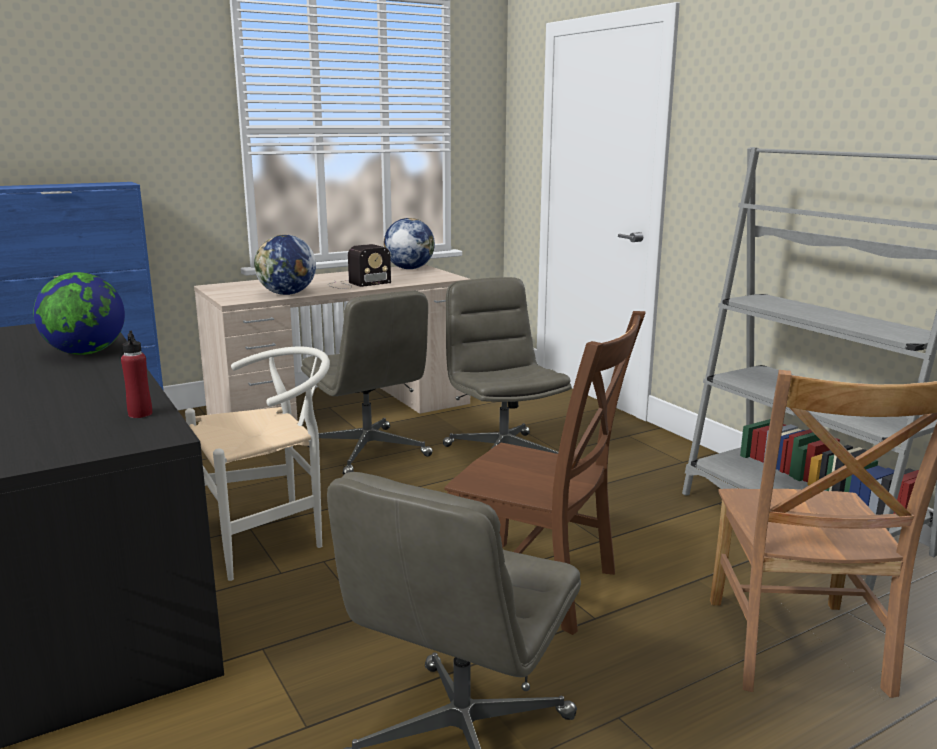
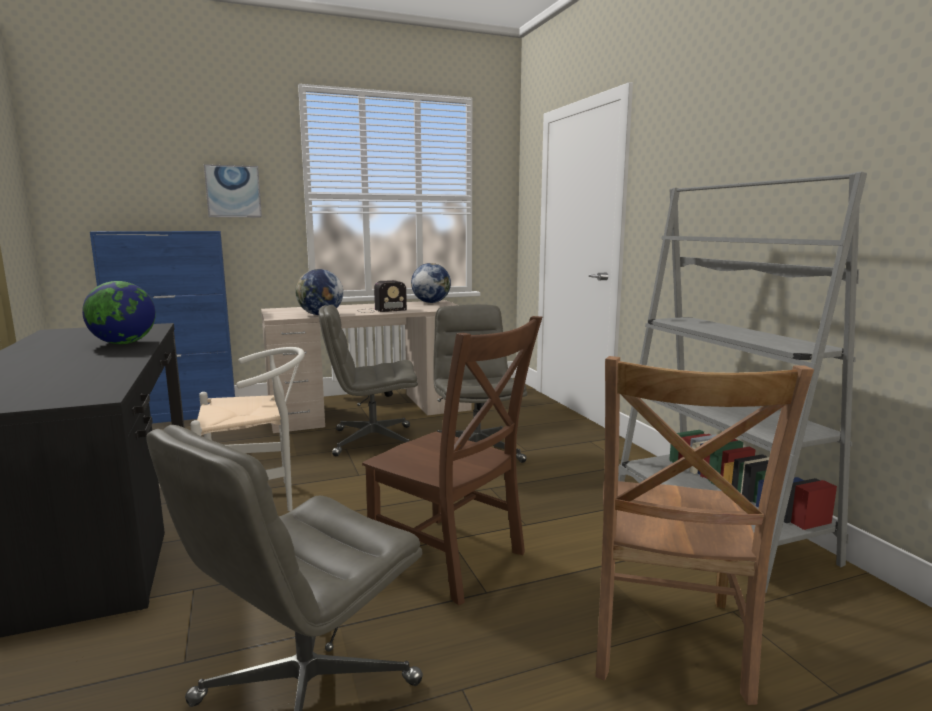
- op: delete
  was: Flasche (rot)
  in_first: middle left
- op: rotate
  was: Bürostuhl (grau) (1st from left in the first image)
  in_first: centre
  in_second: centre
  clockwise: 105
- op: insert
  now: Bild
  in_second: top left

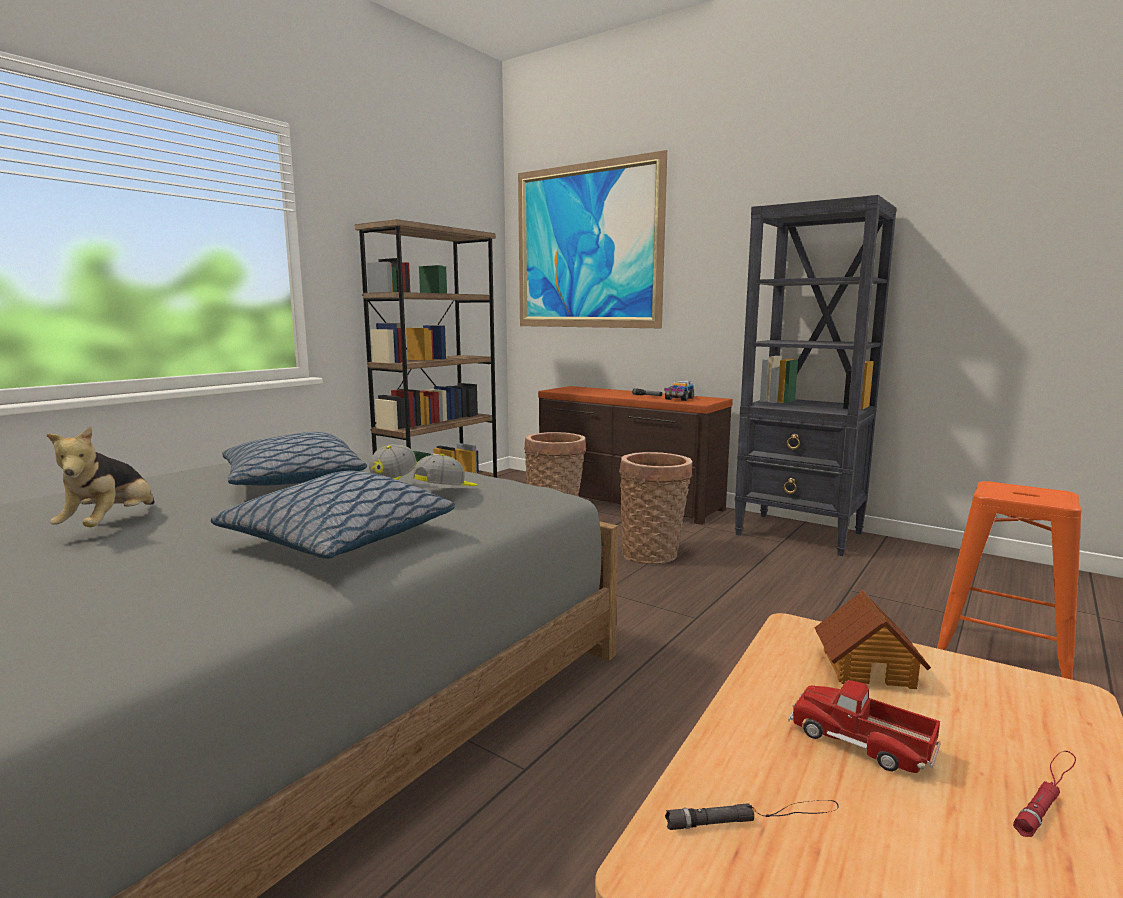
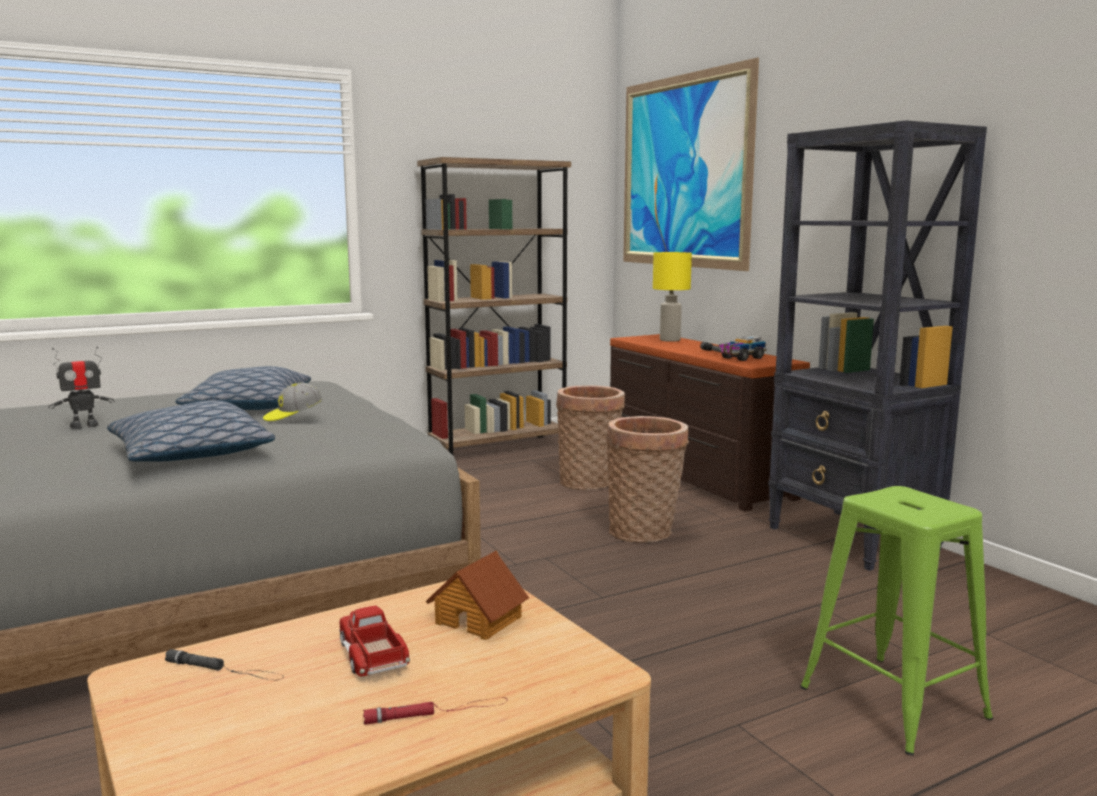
- op: replace
  was: Plüschtier
  now: Spielzeugroboter
  in_first: middle left
  in_second: middle left
- op: delete
  was: Kappe (2nd from left)
  in_first: centre
- op: recolor
  was: Hocker (orange)
  now: Hocker (grün)
  in_first: middle right
  in_second: bottom right
- op: insert
  now: Tischlampe (gelb)
  in_second: centre

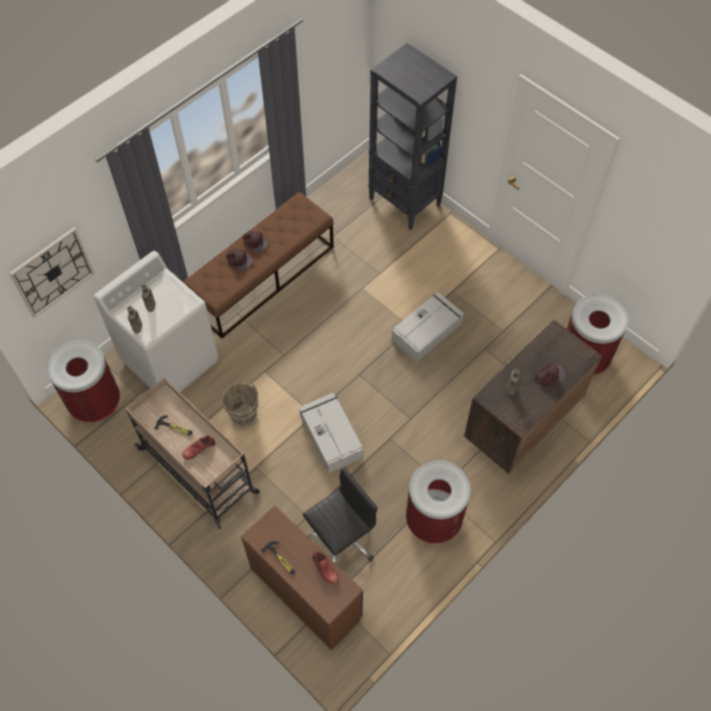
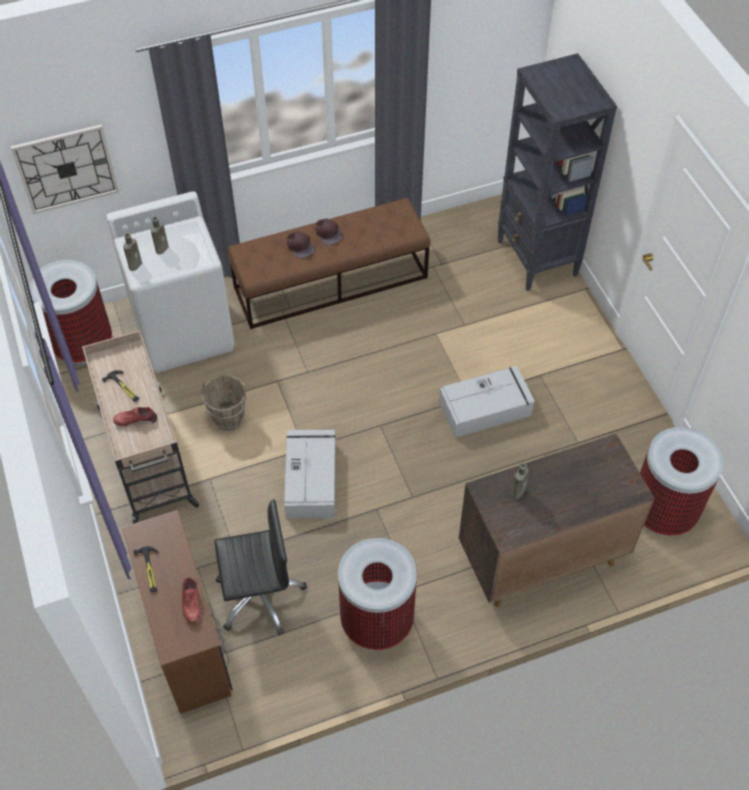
- op: delete
  was: Kappe (braun) (3rd from left)
  in_first: middle right

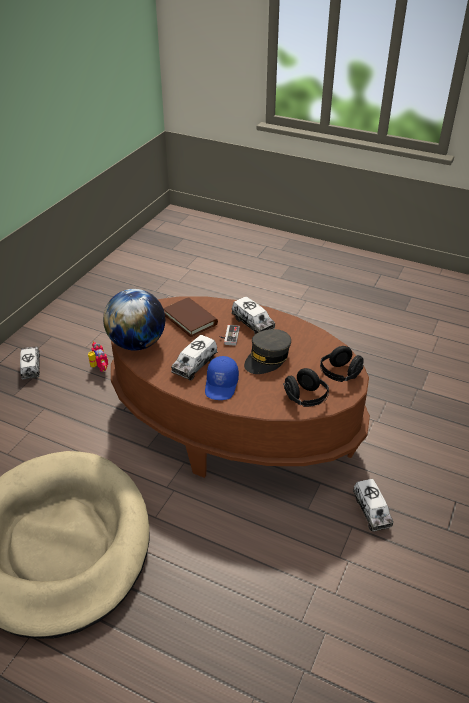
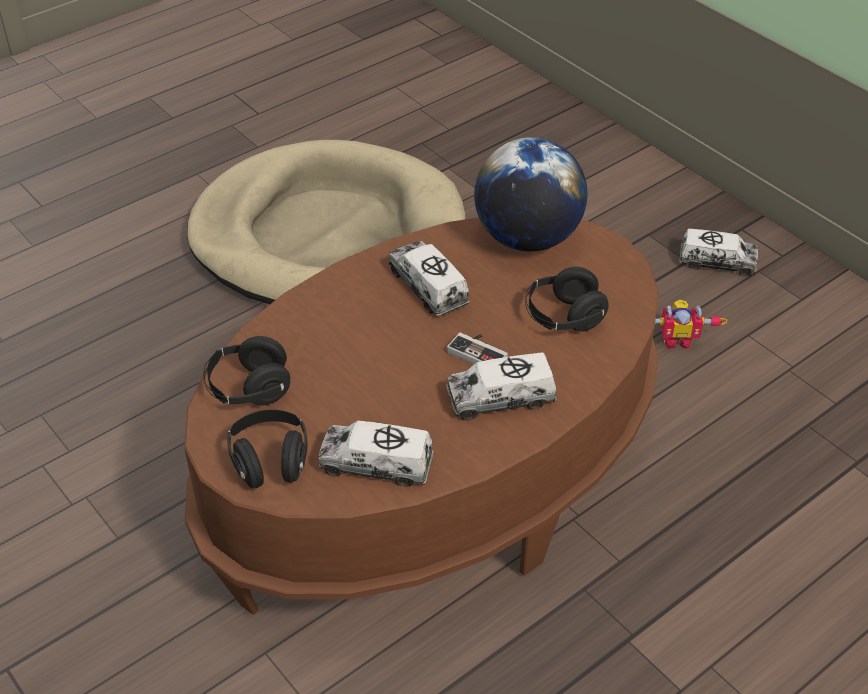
- op: replace
  was: Buch (braun)
  now: Kopfhörer (schwarz) (3rd from left)
  in_first: centre
  in_second: centre
- op: delete
  was: Kappe (blau)
  in_first: centre
- op: delete
  was: Kappe (grau)
  in_first: centre
- op: move
  was: Spielzeuglaster (4th from left in the first image)
  now: Spielzeuglaster (1st from left)
  in_first: bottom right
  in_second: centre

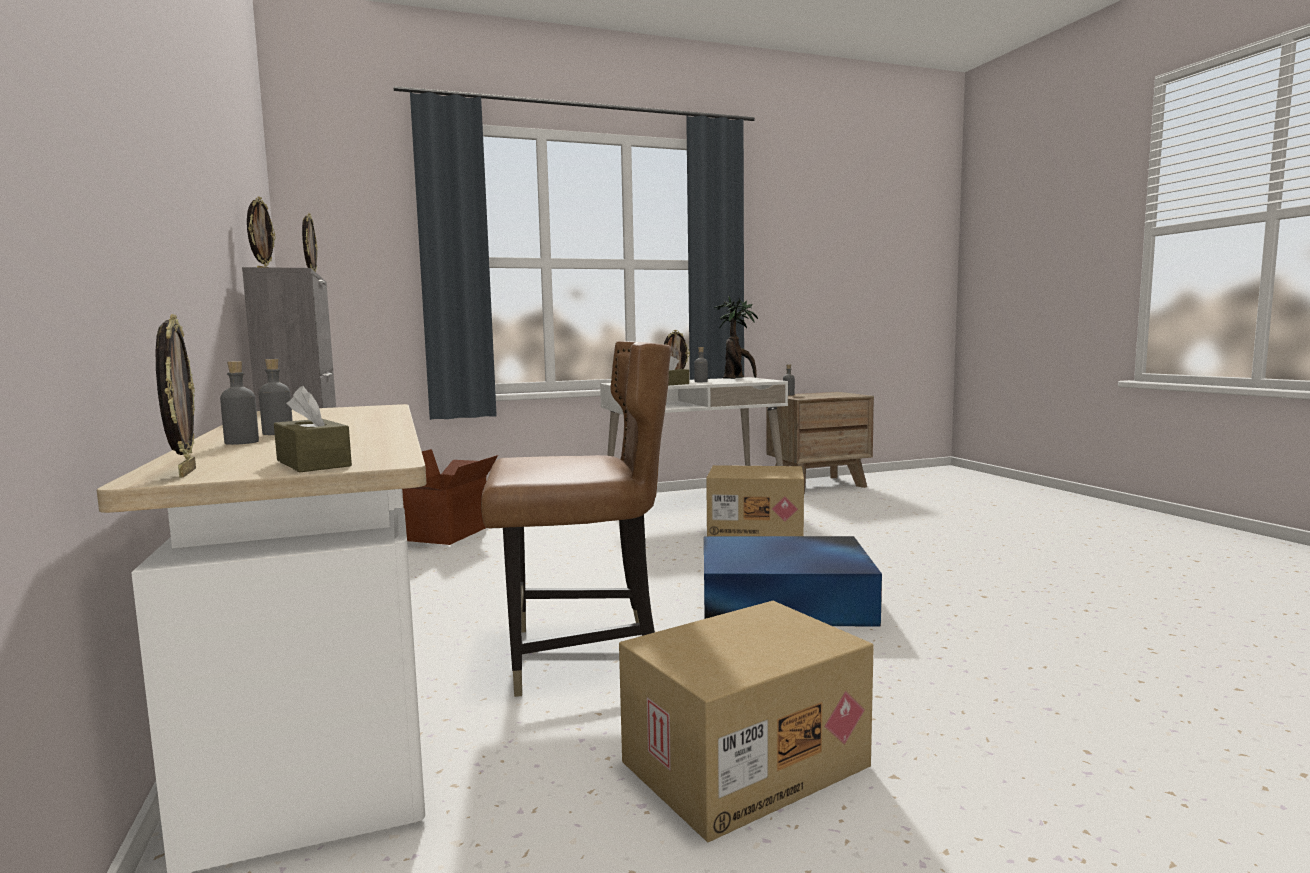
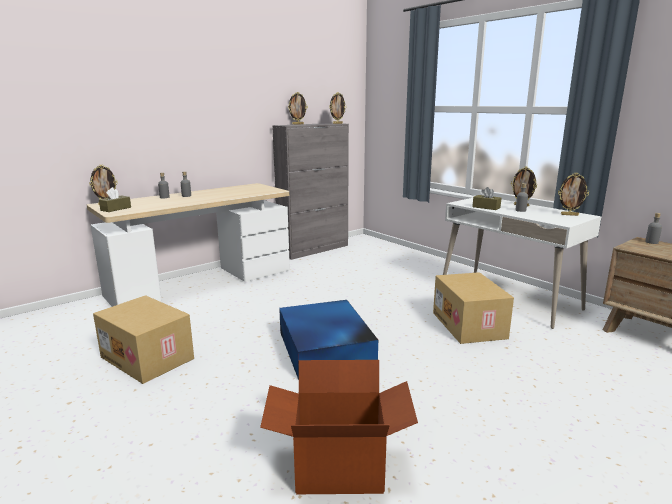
- op: move
  was: Karton (1st from left in the first image)
  now: Karton (2nd from left)
  in_first: centre
  in_second: bottom centre
- op: delete
  was: Stuhl (braun)
  in_first: centre
- op: replace
  was: Topfpflanze
  now: Bilderrahmen (5th from left)
  in_first: centre
  in_second: middle right

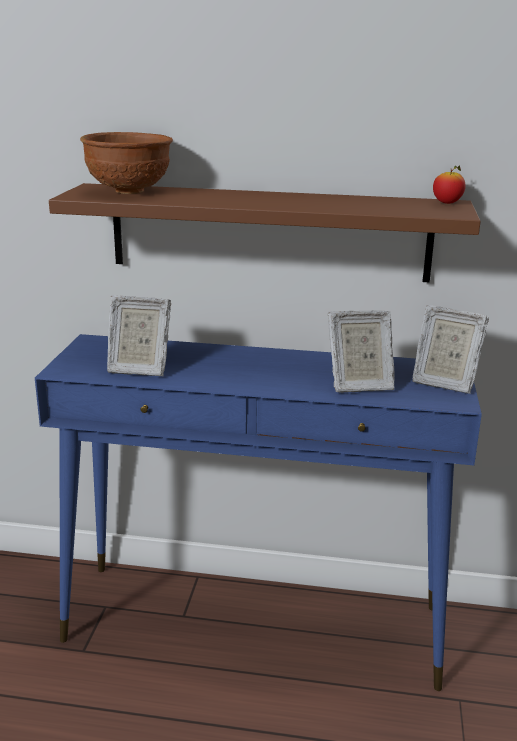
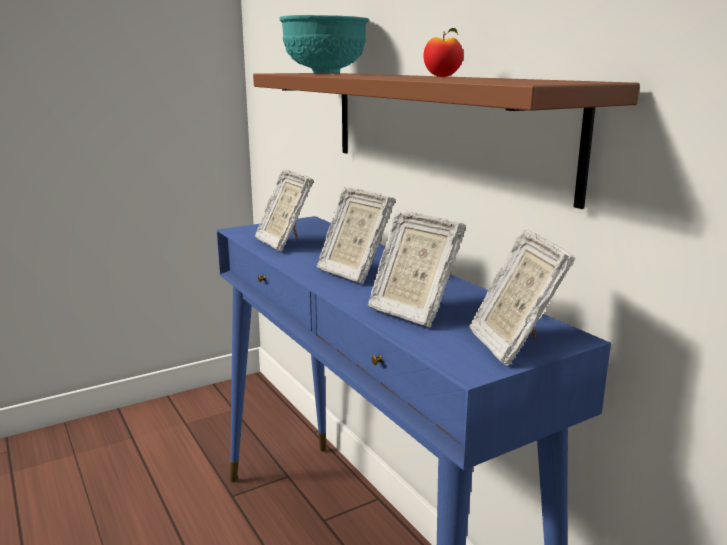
- op: recolor
  was: Schüssel (braun)
  now: Schüssel (türkis)
  in_first: top left
  in_second: top centre
- op: move
  was: Apfel
  in_first: top right
  in_second: top centre
- op: insert
  now: Bilderrahmen (2nd from left)
  in_second: centre

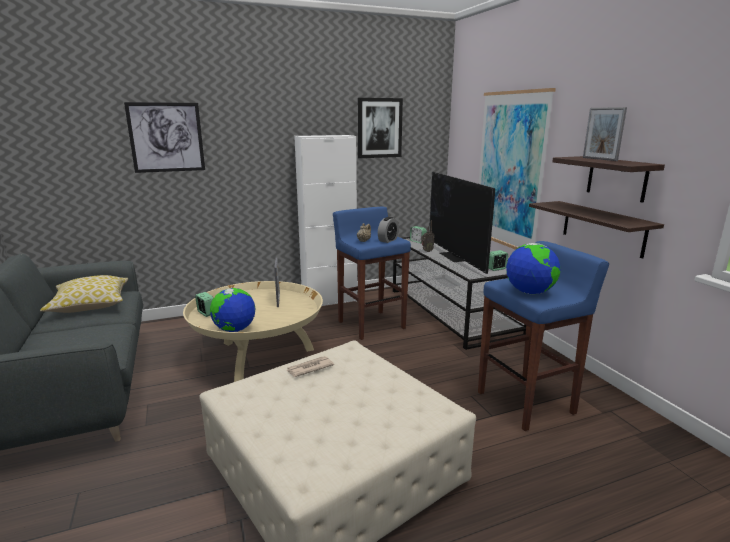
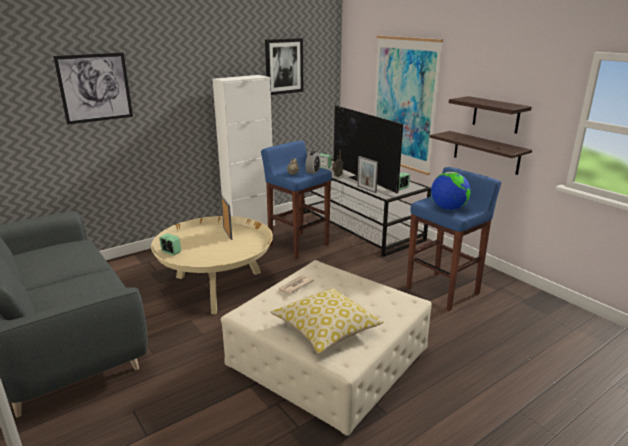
- op: move
  was: Kissen
  in_first: middle left
  in_second: bottom centre
- op: delete
  was: Globus (1st from left)
  in_first: middle left
- op: move
  was: Bilderrahmen (2nd from left)
  in_first: top right
  in_second: centre

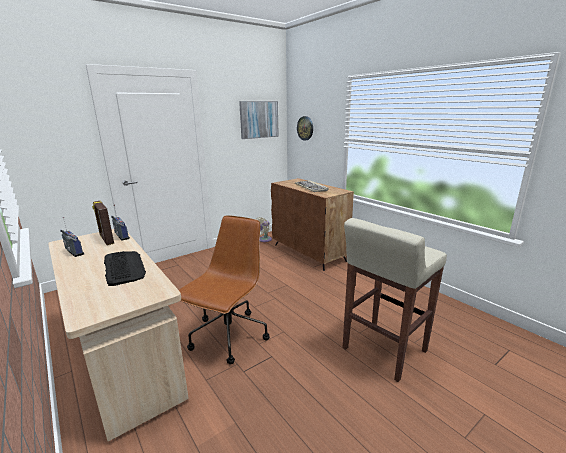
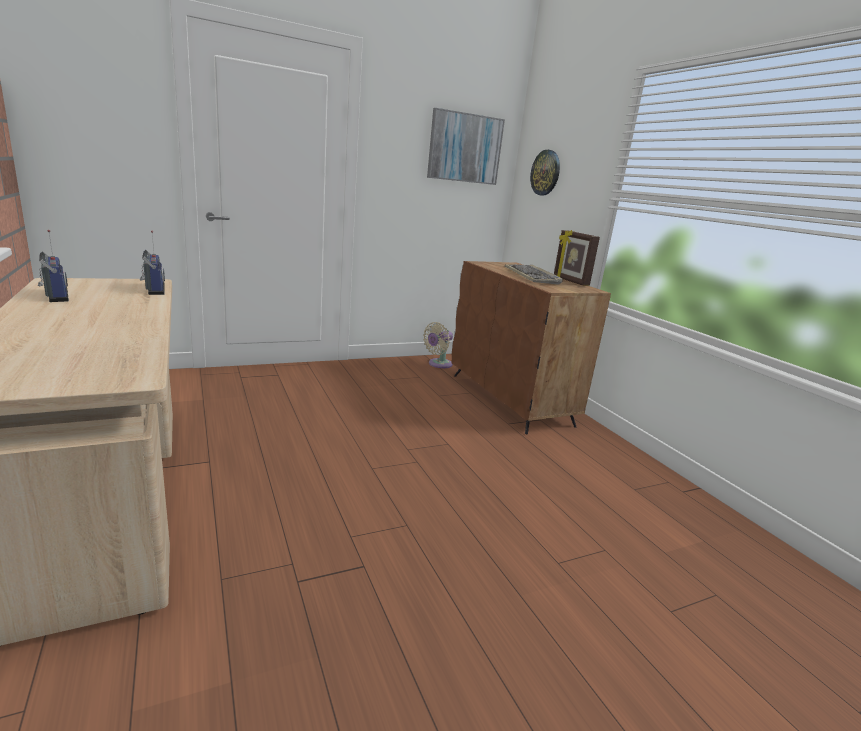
- op: move
  was: Bilderrahmen
  in_first: middle left
  in_second: middle right
- op: delete
  was: Tastatur (1st from left)
  in_first: middle left
- op: delete
  was: Bürostuhl (braun)
  in_first: centre
- op: delete
  was: Hocker (beige)
  in_first: middle right

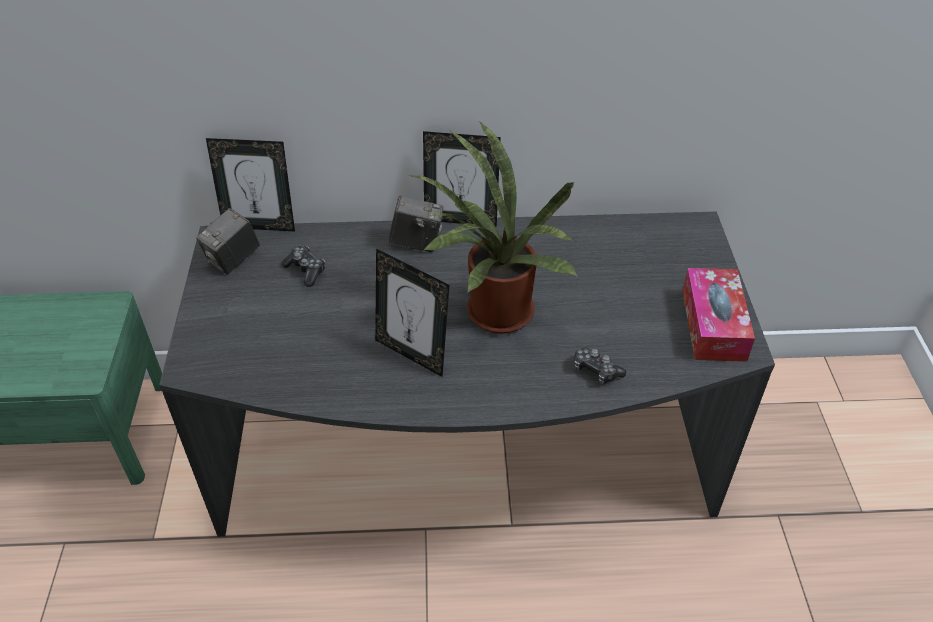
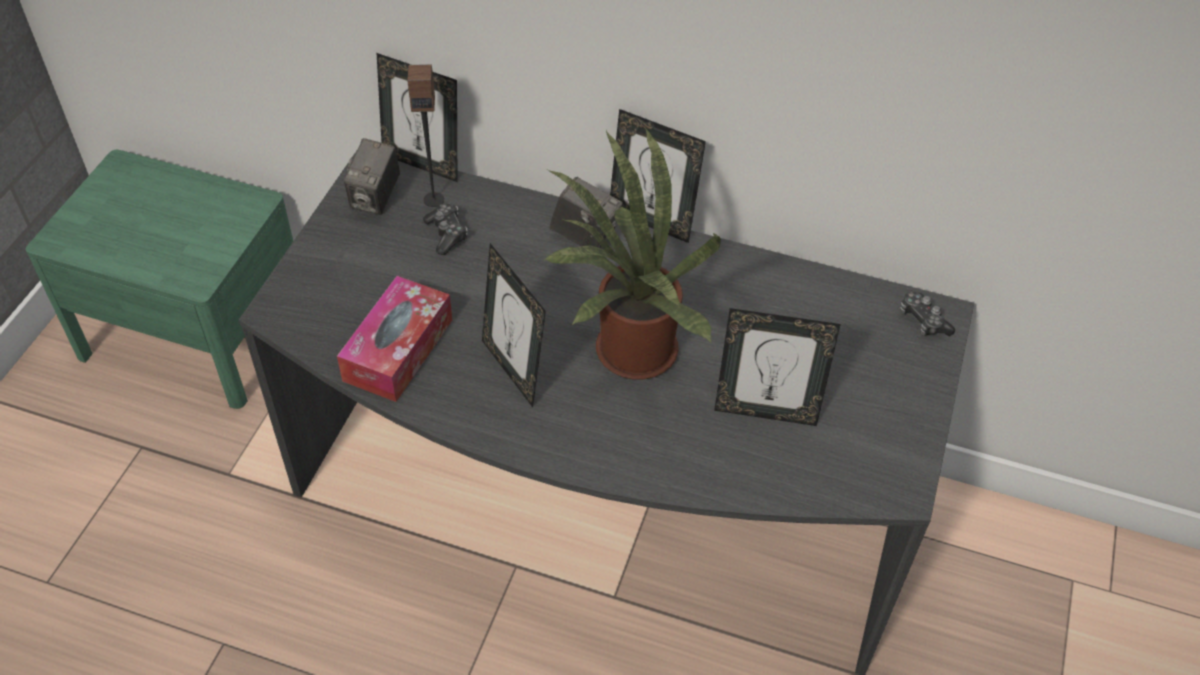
- op: rotate
  was: Kamera (1st from left)
  in_first: middle left
  in_second: top left
  clockwise: -45
- op: move
  was: Gamepad (2nd from left)
  in_first: centre
  in_second: middle right
- op: move
  was: Taschentuchbox
  in_first: middle right
  in_second: middle left
- op: insert
  now: Lautsprecher
  in_second: top centre
- op: insert
  now: Bilderrahmen (4th from left)
  in_second: centre

